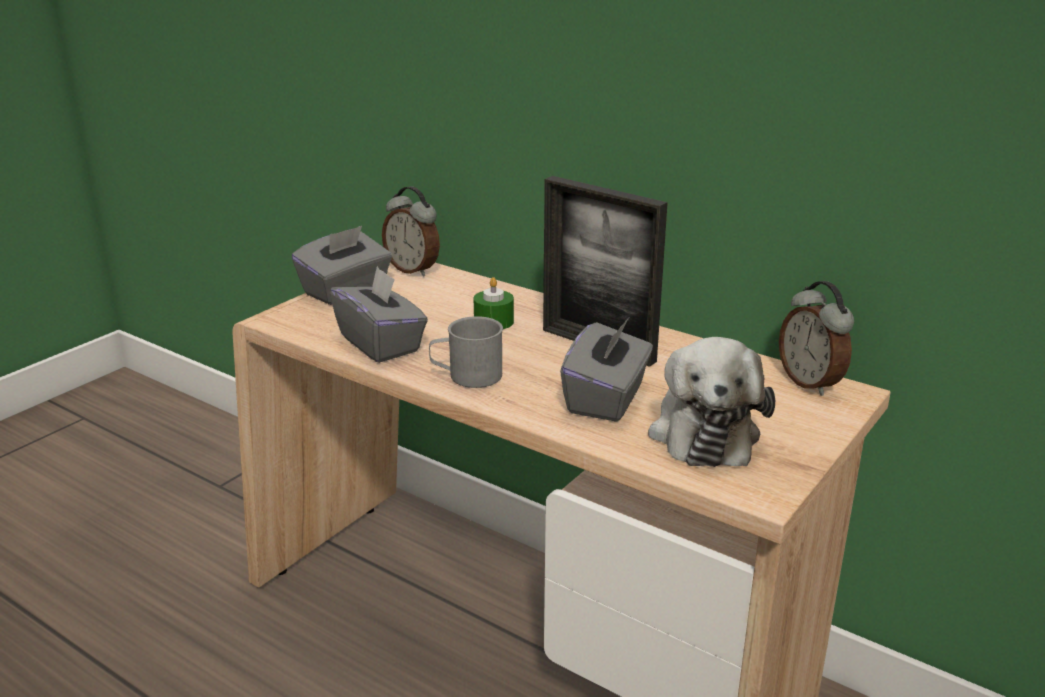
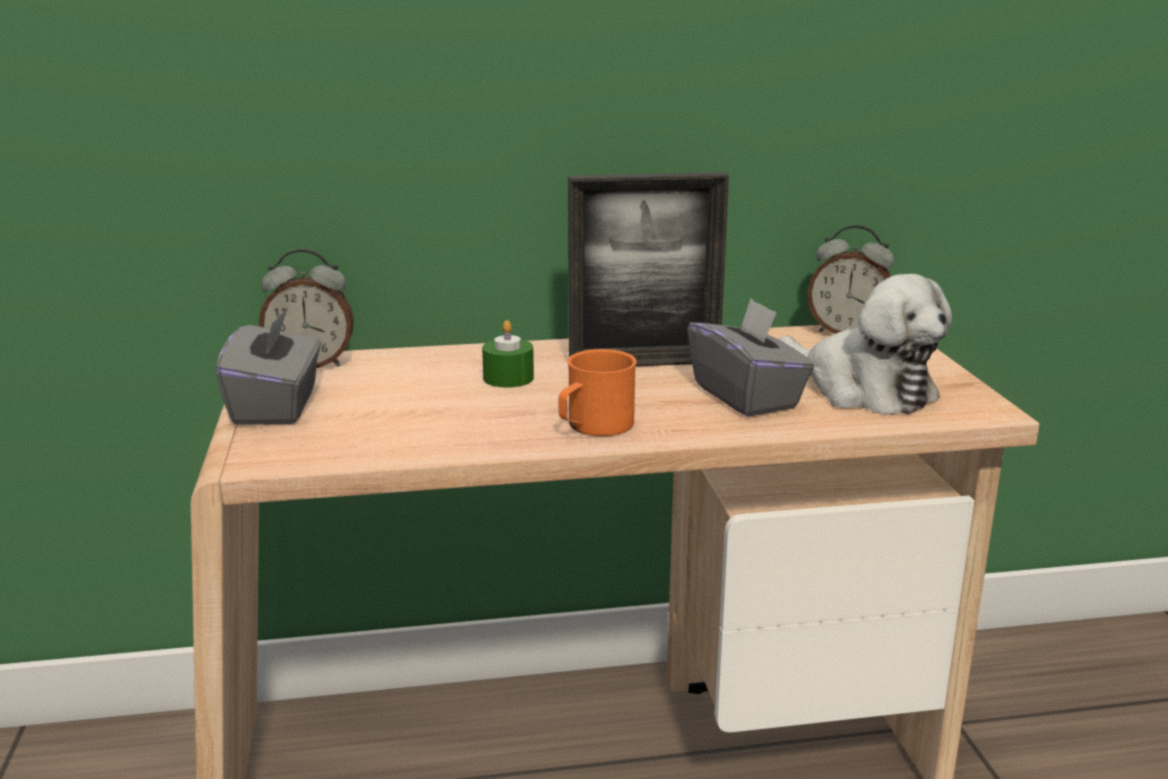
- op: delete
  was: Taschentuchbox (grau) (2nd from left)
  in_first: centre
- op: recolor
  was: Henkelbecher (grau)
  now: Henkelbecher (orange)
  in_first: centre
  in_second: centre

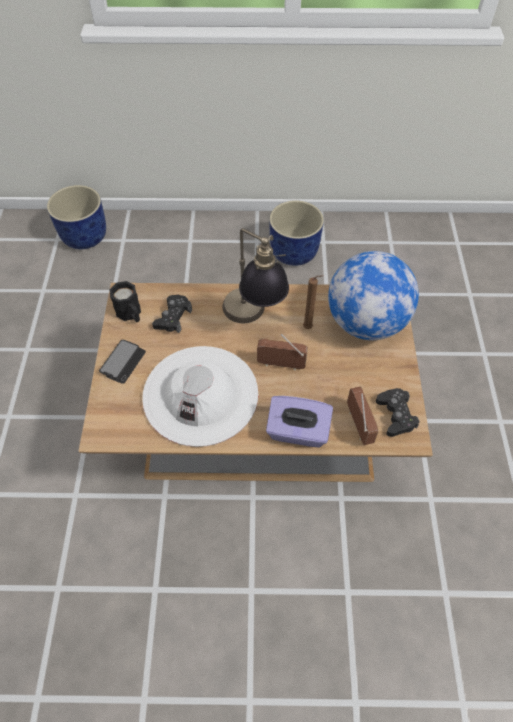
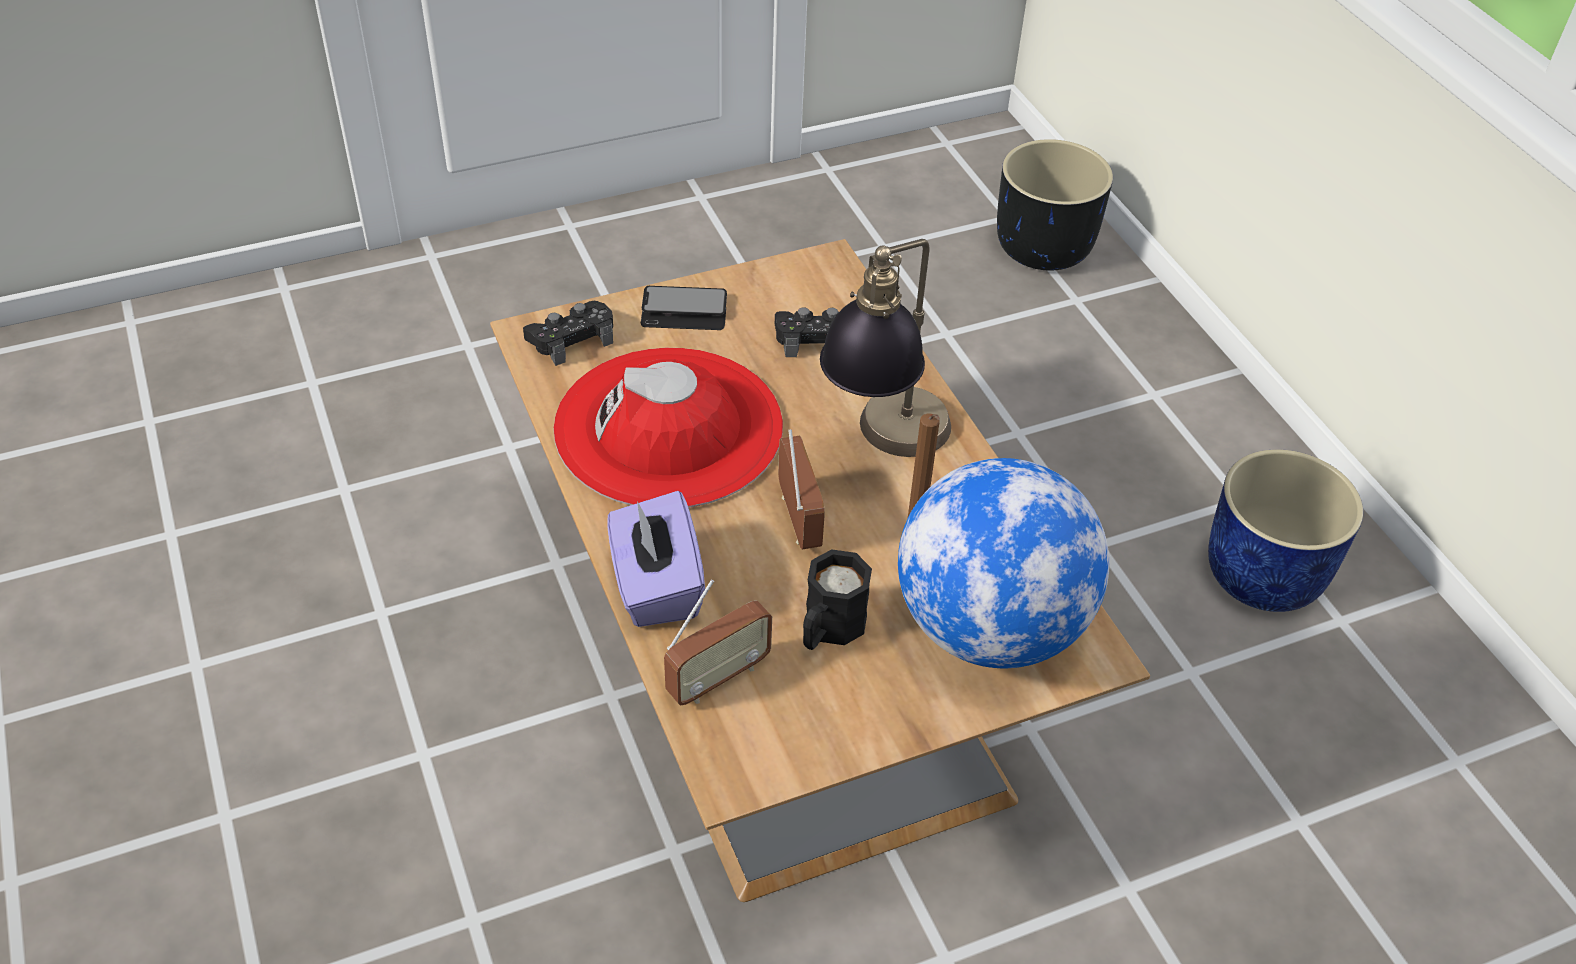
- op: recolor
  was: Pflanzkübel (blau) (1st from left)
  now: Pflanzkübel (schwarz)
  in_first: top left
  in_second: top right
- op: move
  was: Henkelbecher (schwarz)
  in_first: middle left
  in_second: centre
- op: recolor
  was: Hut (weiß)
  now: Hut (rot)
  in_first: centre
  in_second: centre
- op: move
  was: Gamepad (schwarz) (2nd from left in the first image)
  now: Gamepad (schwarz) (1st from left)
  in_first: middle right
  in_second: centre

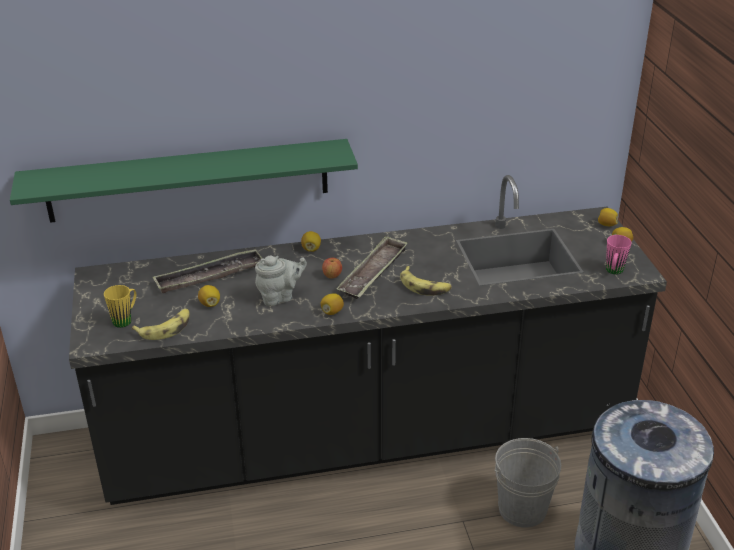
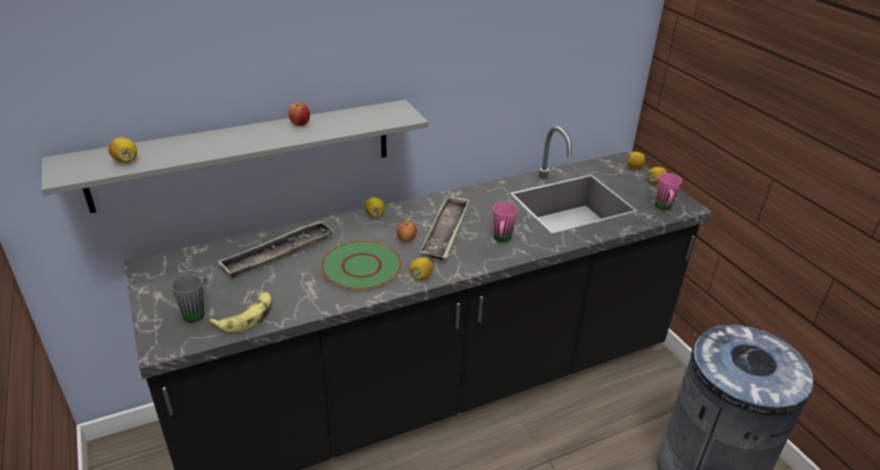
- op: recolor
  was: Wandregal (grün)
  now: Wandregal (grau)
  in_first: top left
  in_second: top left
- op: recolor
  was: Henkelbecher (gelb)
  now: Henkelbecher (grau)
  in_first: middle left
  in_second: middle left
- op: move
  was: Zitrone (1st from left)
  in_first: middle left
  in_second: top left
- op: replace
  was: Teekanne (grau)
  now: Teller (grün)
  in_first: centre
  in_second: centre
- op: replace
  was: Banane (2nd from left)
  now: Henkelbecher (rosa) (1st from left)
  in_first: centre
  in_second: centre
- op: delete
  was: Eimer (grau)
  in_first: bottom right
- op: insert
  now: Apfel (1st from left)
  in_second: top centre

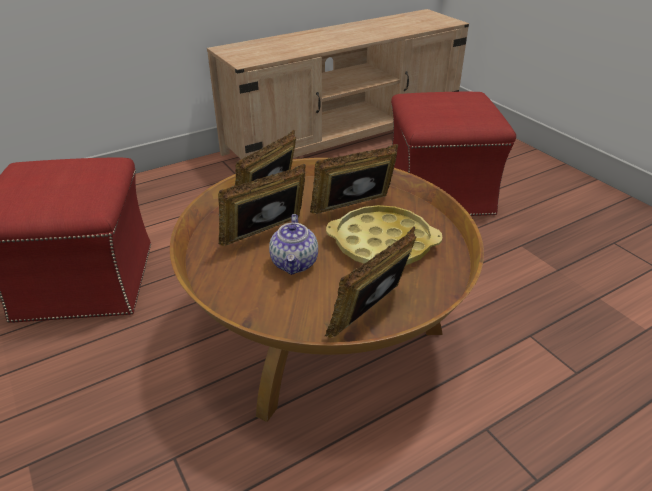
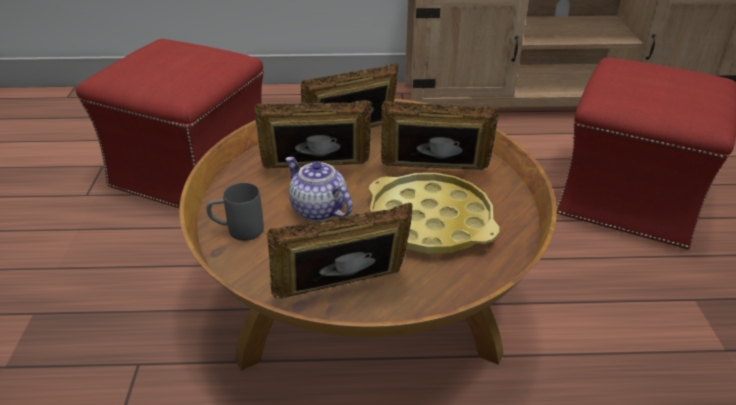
- op: rotate
  was: Teekanne
  in_first: centre
  in_second: centre
  clockwise: 105
- op: insert
  now: Henkelbecher (grau)
  in_second: middle left

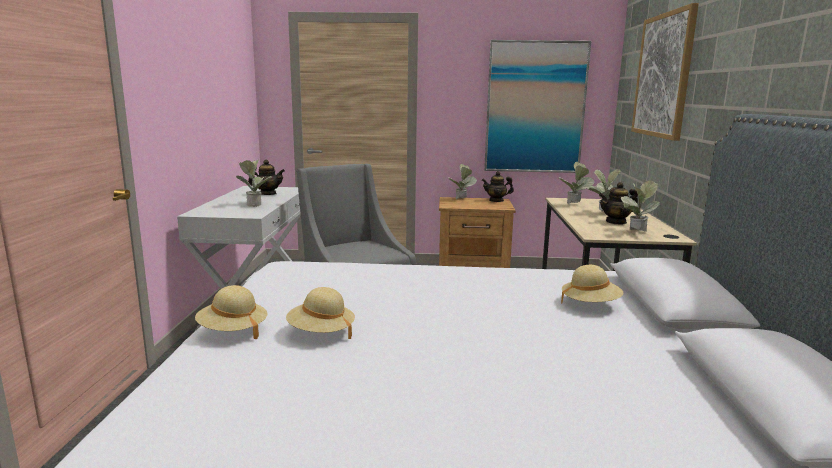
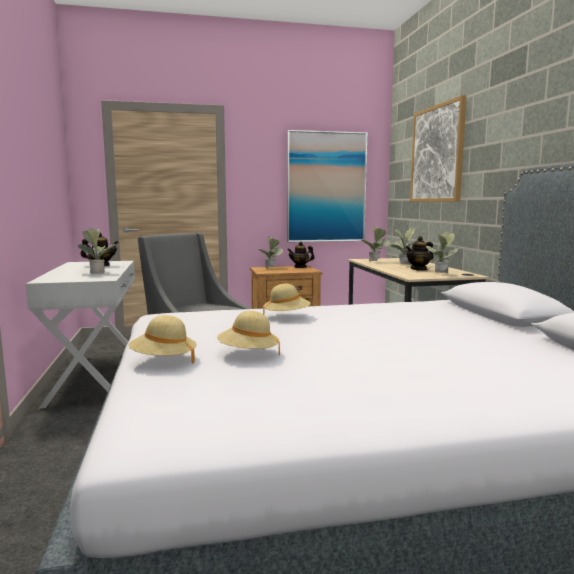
- op: move
  was: Hut (beige) (3rd from left)
  in_first: middle right
  in_second: centre

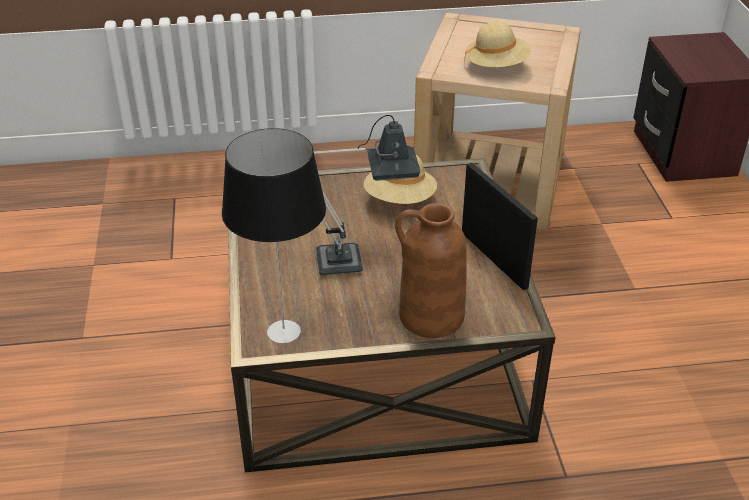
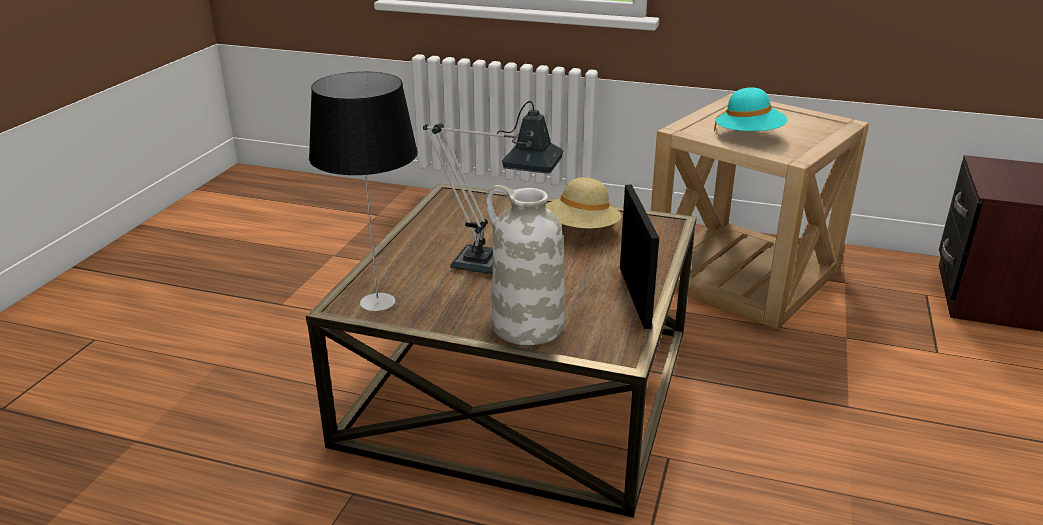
- op: recolor
  was: Vase (braun)
  now: Vase (weiß)
  in_first: centre
  in_second: centre
- op: recolor
  was: Hut (beige) (2nd from left)
  now: Hut (türkis)
  in_first: top centre
  in_second: top right

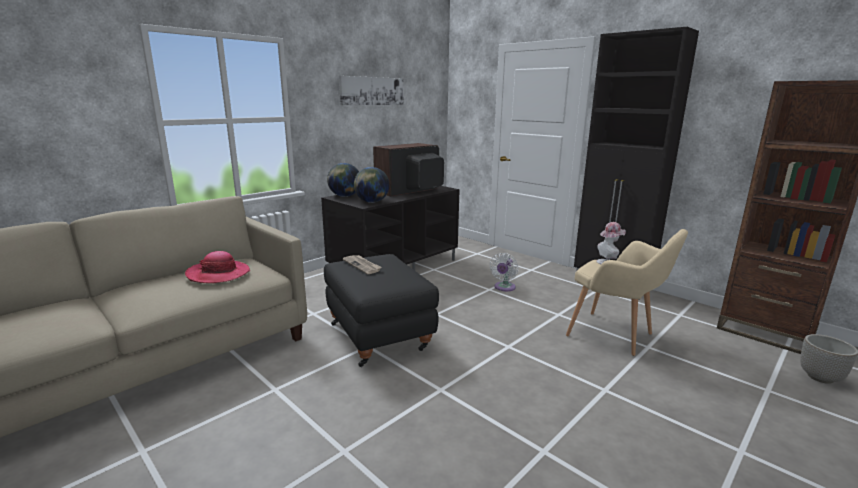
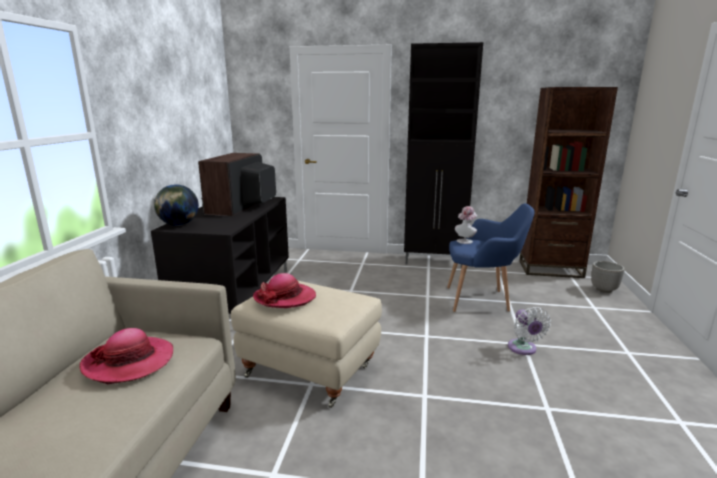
- op: recolor
  was: Polsterhocker (schwarz)
  now: Polsterhocker (beige)
  in_first: centre
  in_second: bottom centre
- op: delete
  was: Bild
  in_first: top centre
- op: replace
  was: Zeitung
  now: Hut (2nd from left)
  in_first: centre
  in_second: centre
- op: delete
  was: Globus (2nd from left)
  in_first: centre
- op: move
  was: Ventilator (weiß)
  in_first: centre
  in_second: bottom right
- op: recolor
  was: Sessel (beige)
  now: Sessel (blau)
  in_first: middle right
  in_second: middle right

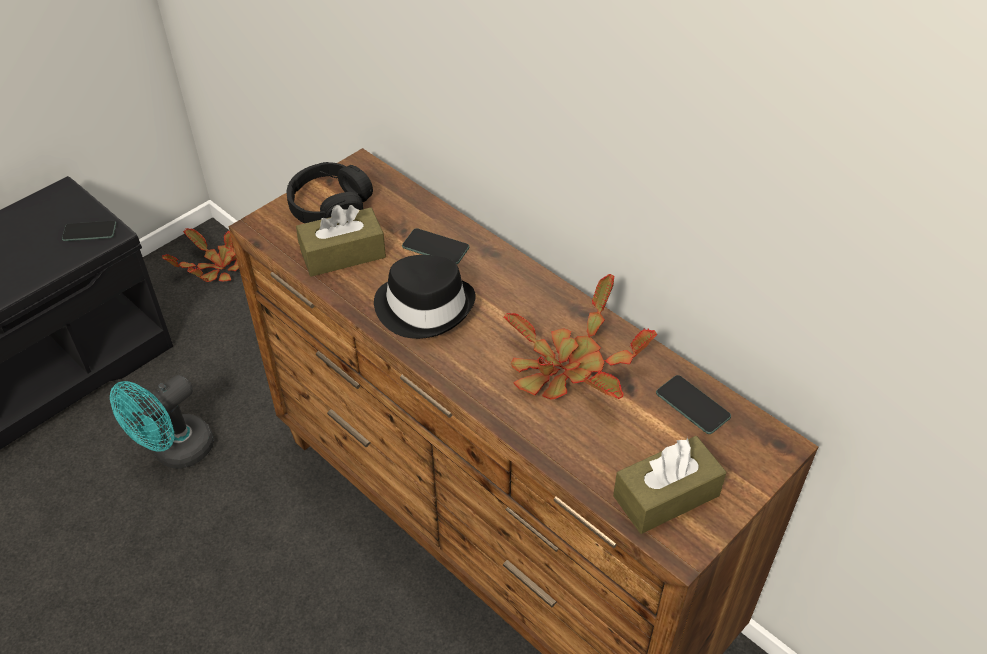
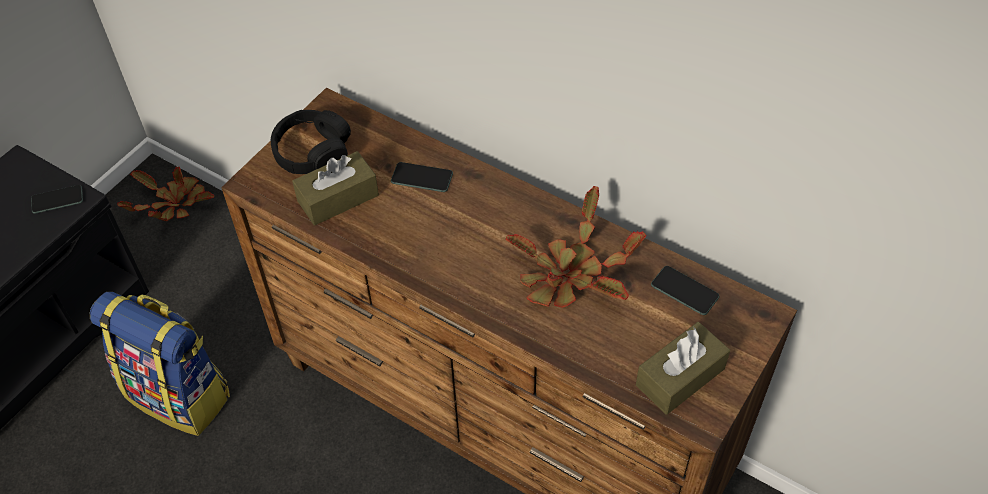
- op: replace
  was: Ventilator (türkis)
  now: Rucksack
  in_first: middle left
  in_second: bottom left
- op: delete
  was: Hut (schwarz)
  in_first: centre

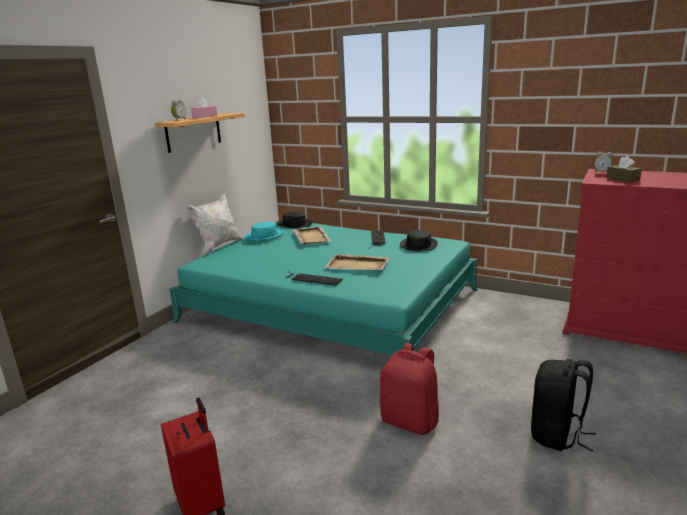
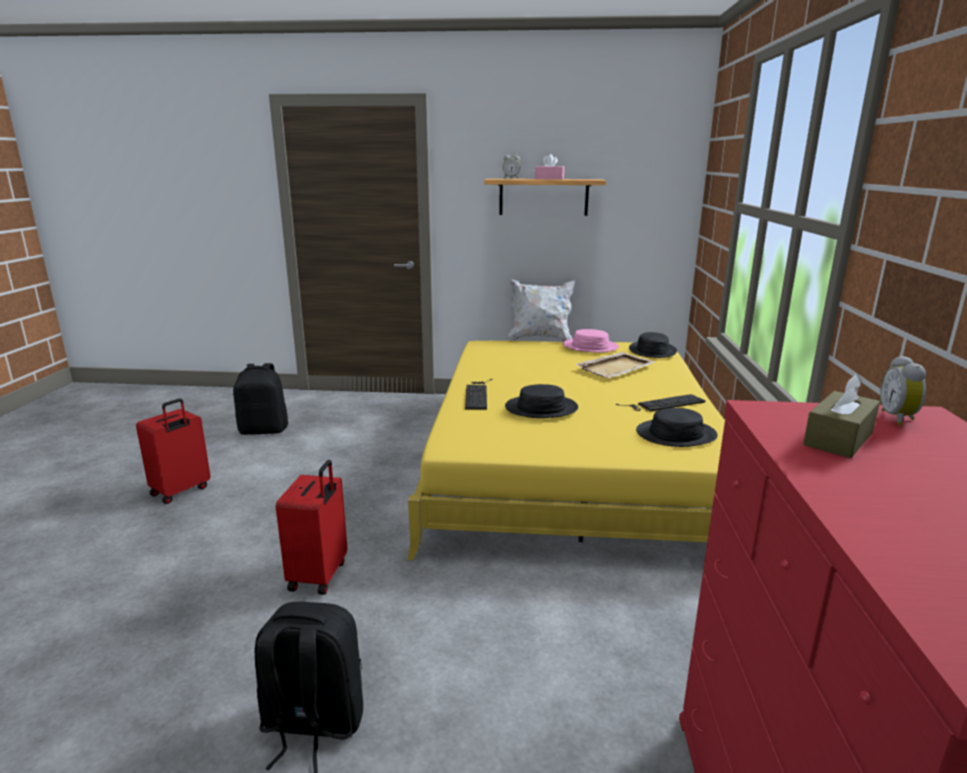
- op: recolor
  was: Bett (türkis)
  now: Bett (gelb)
  in_first: centre
  in_second: centre
- op: recolor
  was: Hut (türkis)
  now: Hut (rosa)
  in_first: centre
  in_second: centre
- op: replace
  was: Tablett (beige) (2nd from left)
  now: Hut (schwarz) (1st from left)
  in_first: centre
  in_second: centre
- op: replace
  was: Rucksack (rot)
  now: Koffer (rot) (2nd from left)
  in_first: bottom centre
  in_second: bottom left
- op: insert
  now: Rucksack (schwarz) (1st from left)
  in_second: middle left

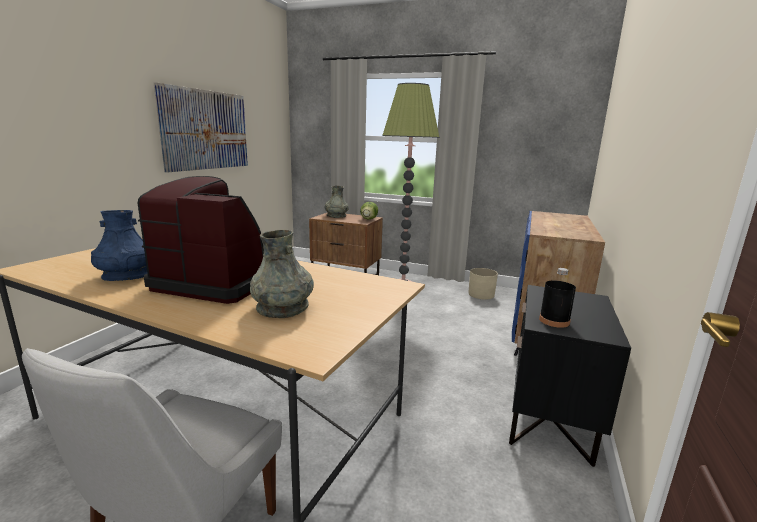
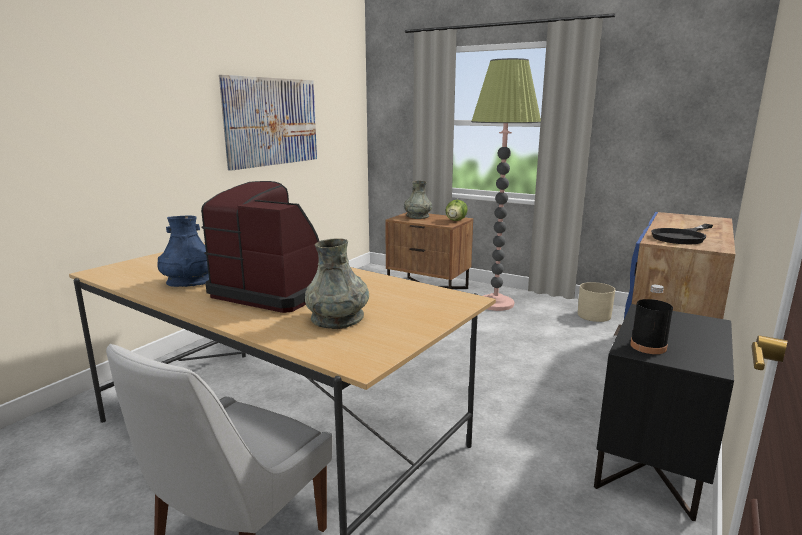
- op: insert
  now: Pfanne (schwarz)
  in_second: middle right

